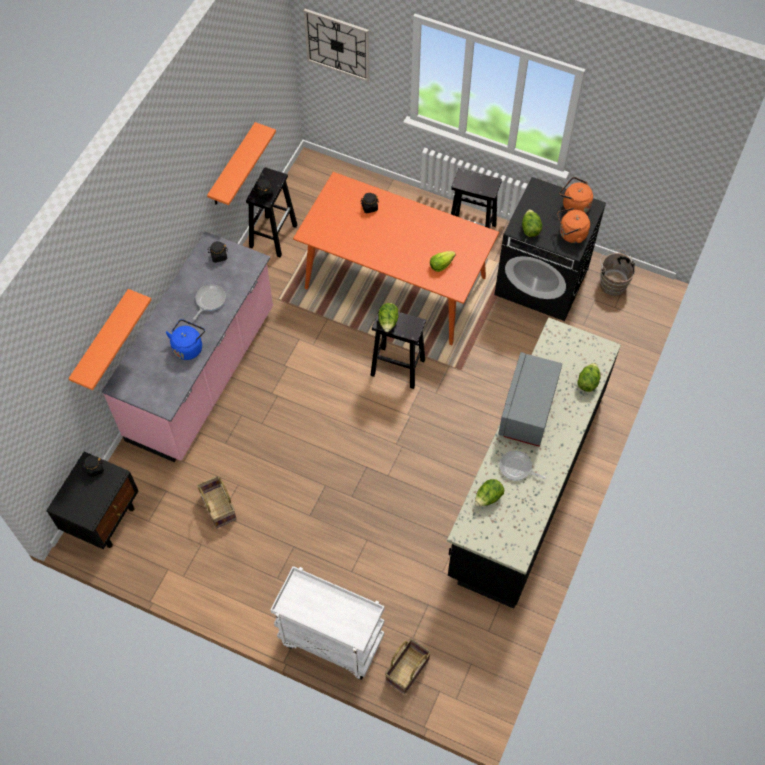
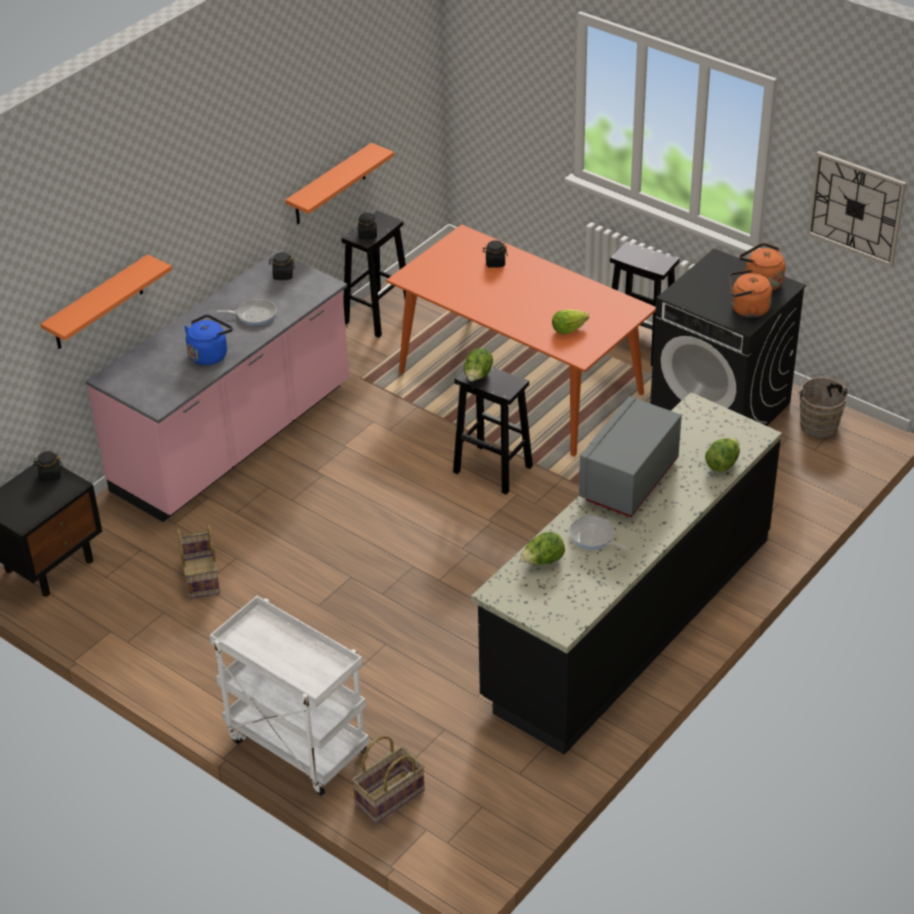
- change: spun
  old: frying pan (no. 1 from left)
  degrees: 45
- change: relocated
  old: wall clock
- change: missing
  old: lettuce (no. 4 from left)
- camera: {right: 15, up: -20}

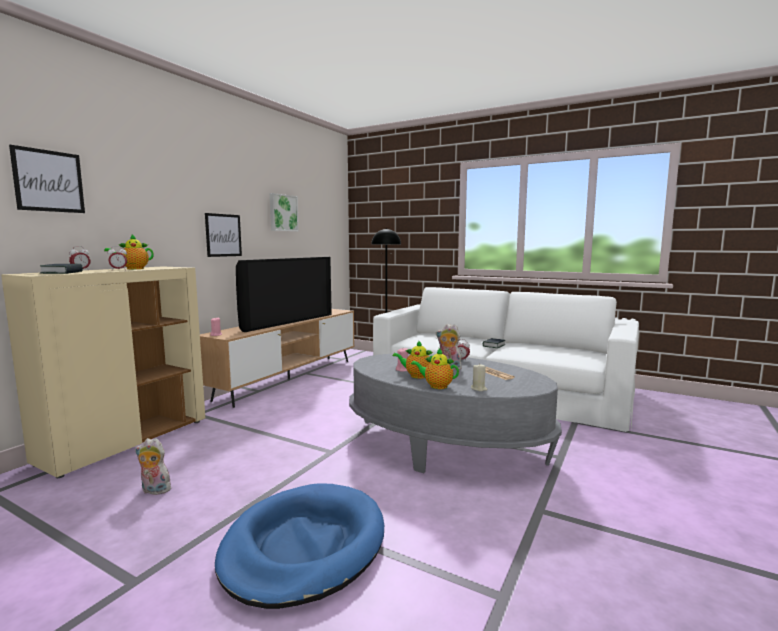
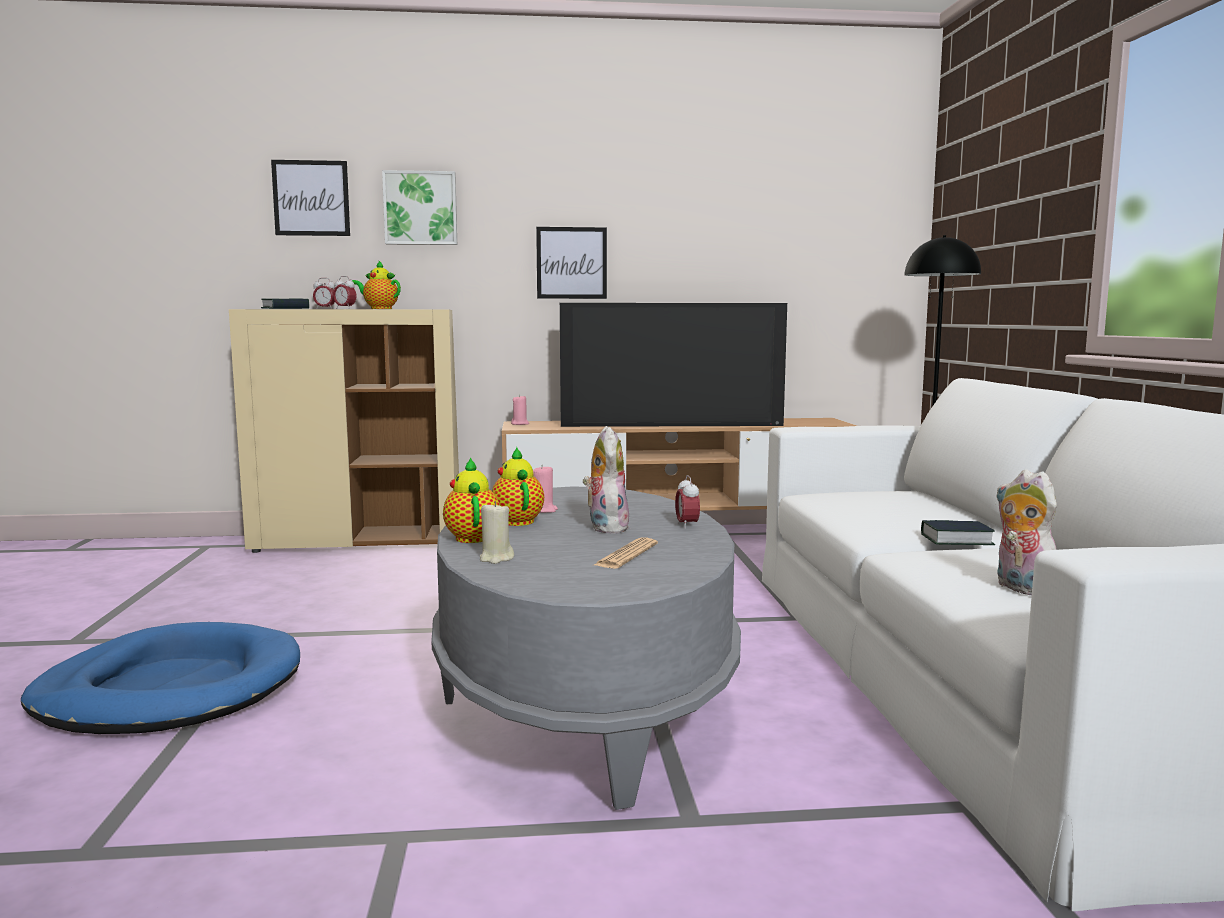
- change: relocated
  old: plush toy (no. 1 from left in the first image)
  new: plush toy (no. 2 from left)
- change: relocated
  old: picture (no. 3 from left in the first image)
  new: picture (no. 2 from left)
- camera: {right: 55, up: 0}

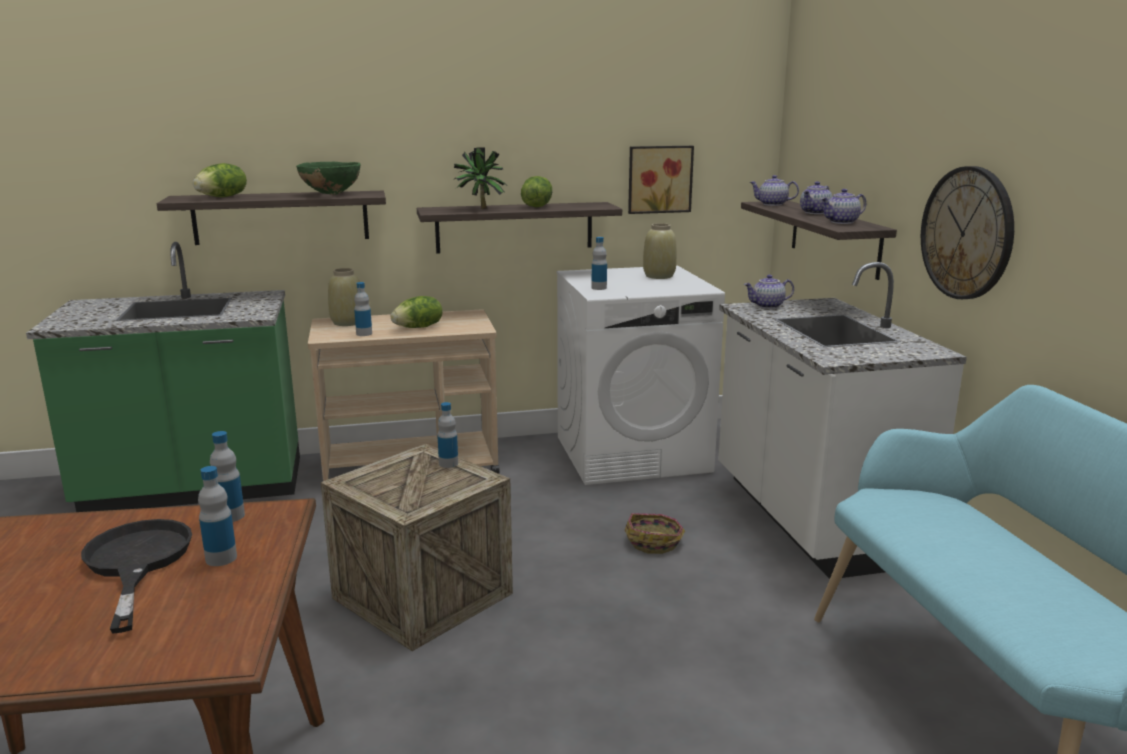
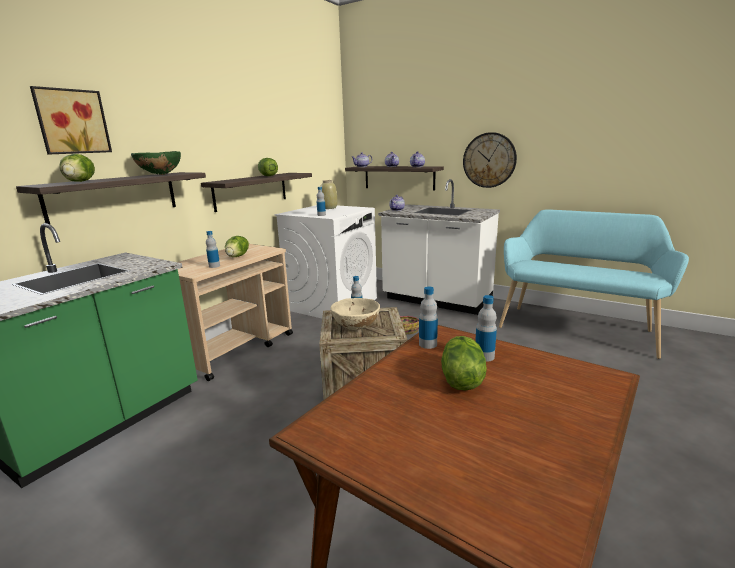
- change: exchanged
  old: black frying pan
  new: lettuce (no. 4 from left)
- change: missing
  old: beige vase (no. 1 from left)
- change: missing
  old: potted plant
- change: relocated
  old: picture
- change: appeared
  new: beige bowl
- camera: {right: -45, up: 0}

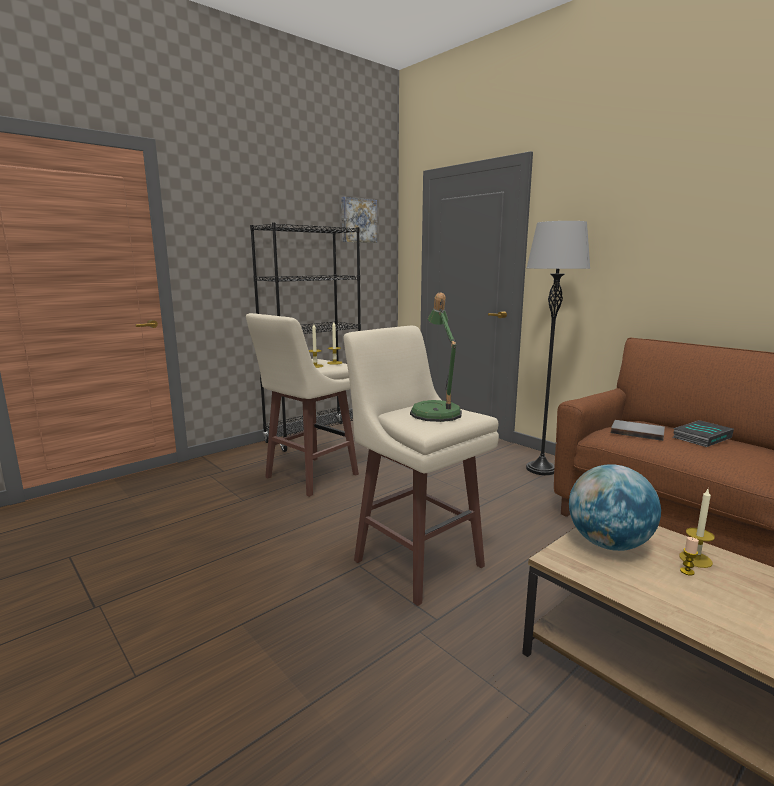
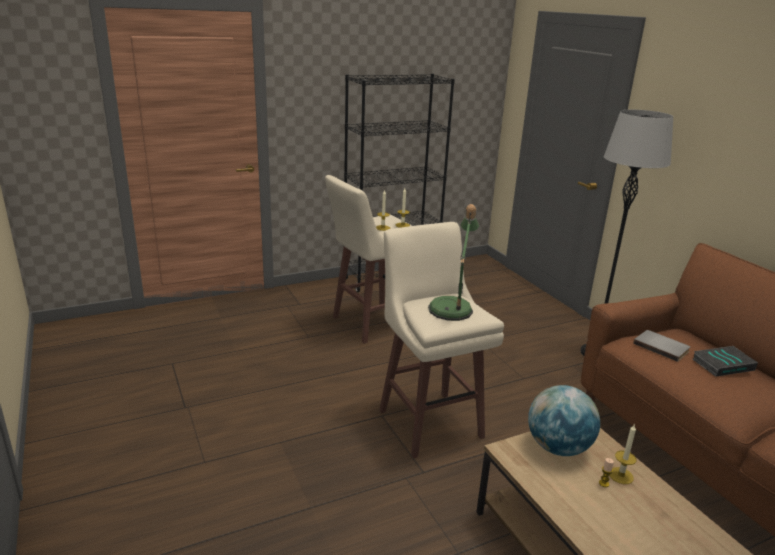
- change: missing
  old: picture
- camera: {right: 15, up: 10}

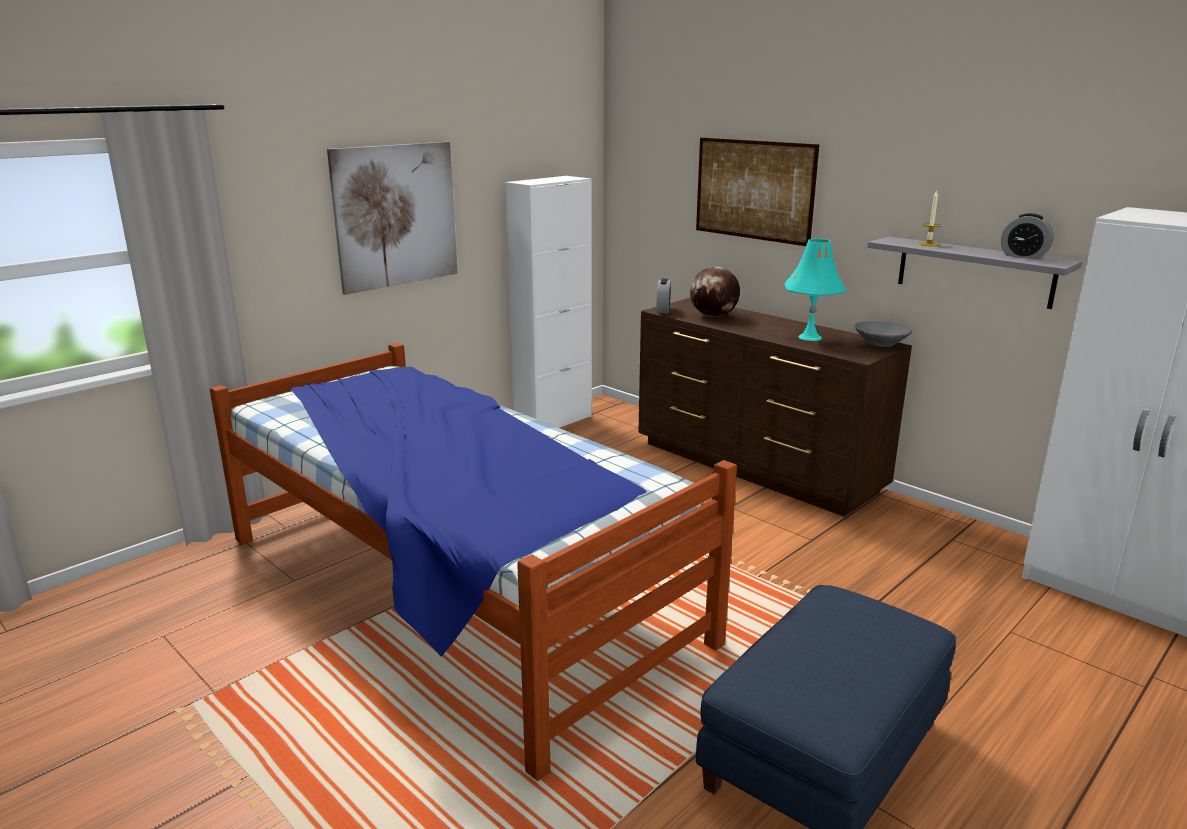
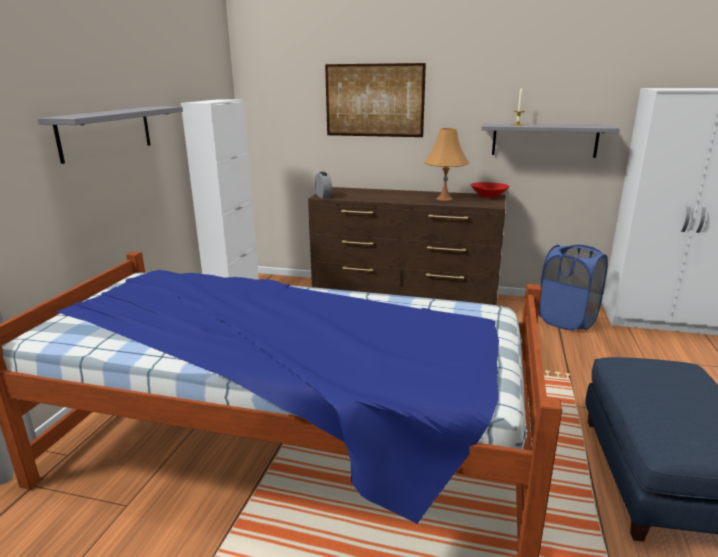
- change: exchanged
  old: picture (no. 1 from left)
  new: grey shelf (no. 1 from left)
- change: missing
  old: globe
- change: colour
  old: turquoise table lamp
  new: orange table lamp
- change: colour
  old: grey bowl
  new: red bowl
- change: missing
  old: alarm clock (no. 2 from left)
- change: appeared
  new: blue laundry basket
- camera: {right: -30, up: 0}

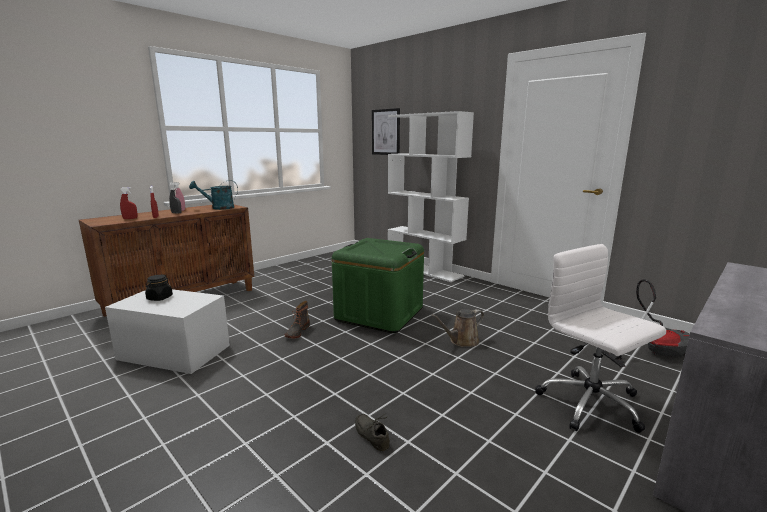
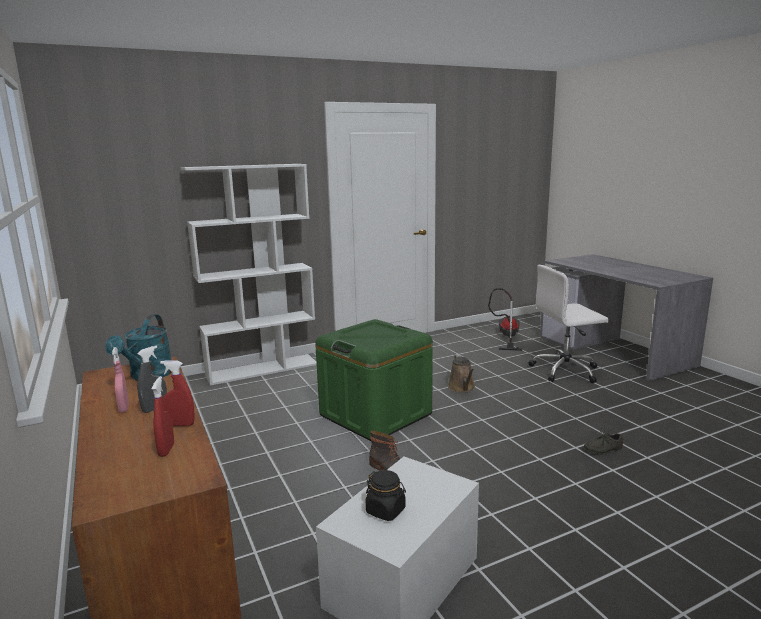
- change: missing
  old: picture
- camera: {right: -70, up: 0}

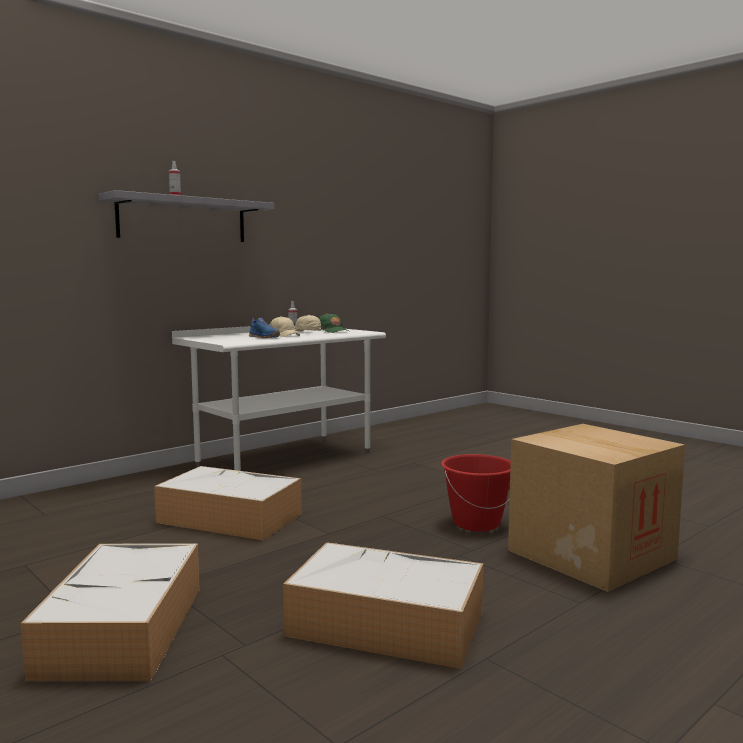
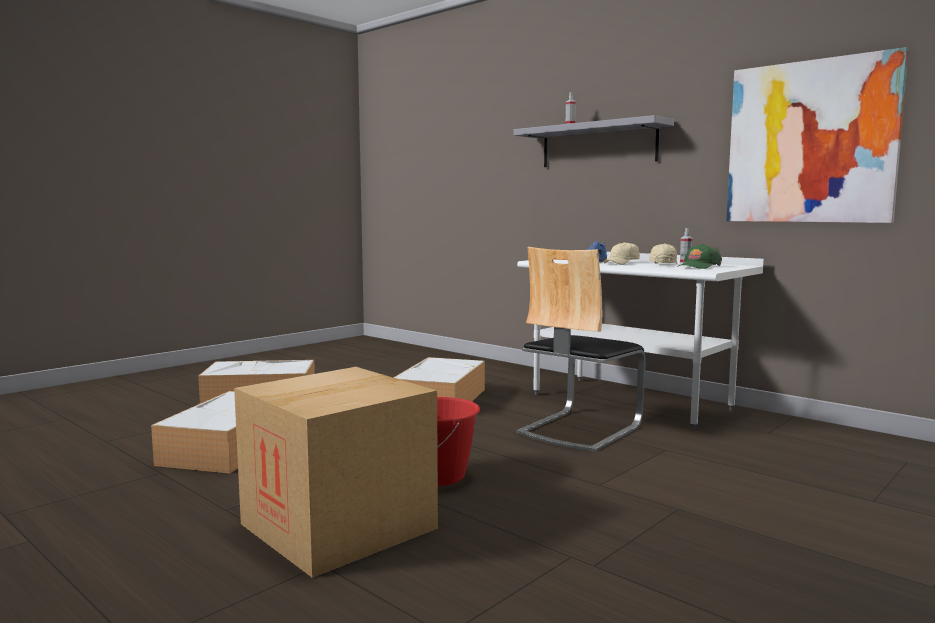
- change: appeared
  new: chair
- change: appeared
  new: picture
- camera: {right: 85, up: 0}

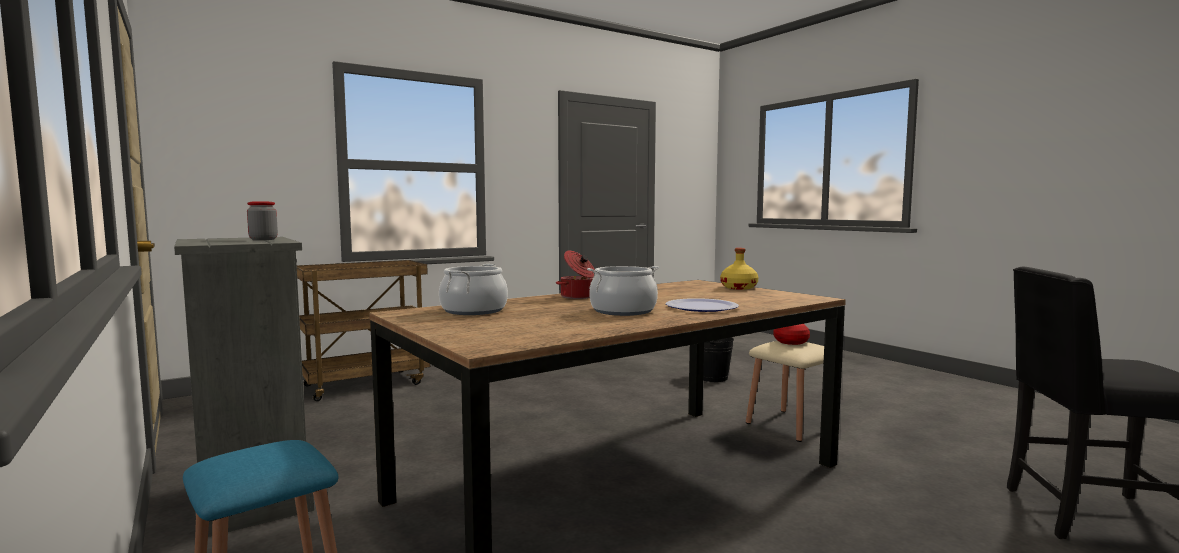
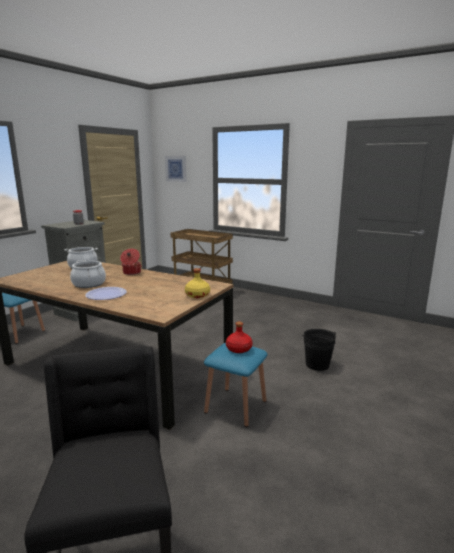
- change: colour
  old: beige stool
  new: blue stool (no. 2 from left)
- change: appeared
  new: picture
- camera: {right: 65, up: 10}

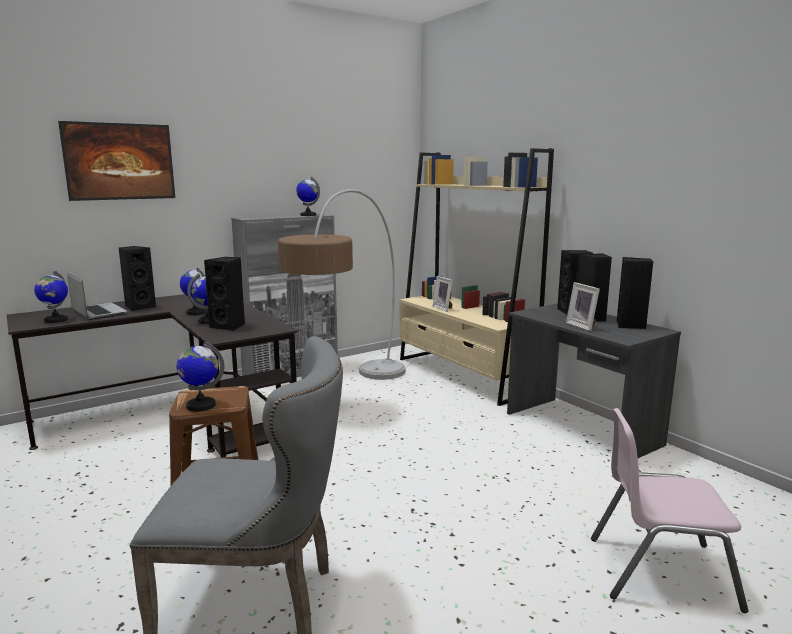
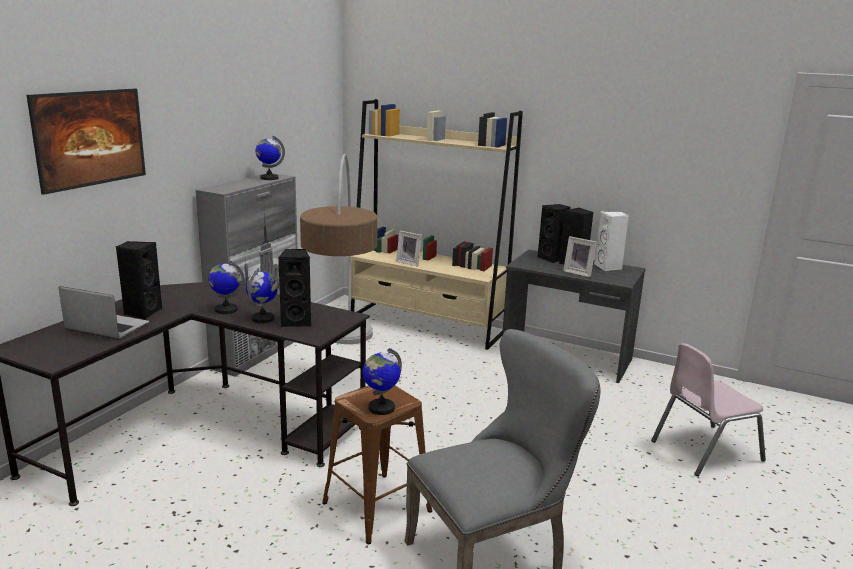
- change: missing
  old: globe (no. 1 from left)
- change: colour
  old: black speaker (no. 5 from left)
  new: white speaker
- camera: {right: -30, up: 5}

